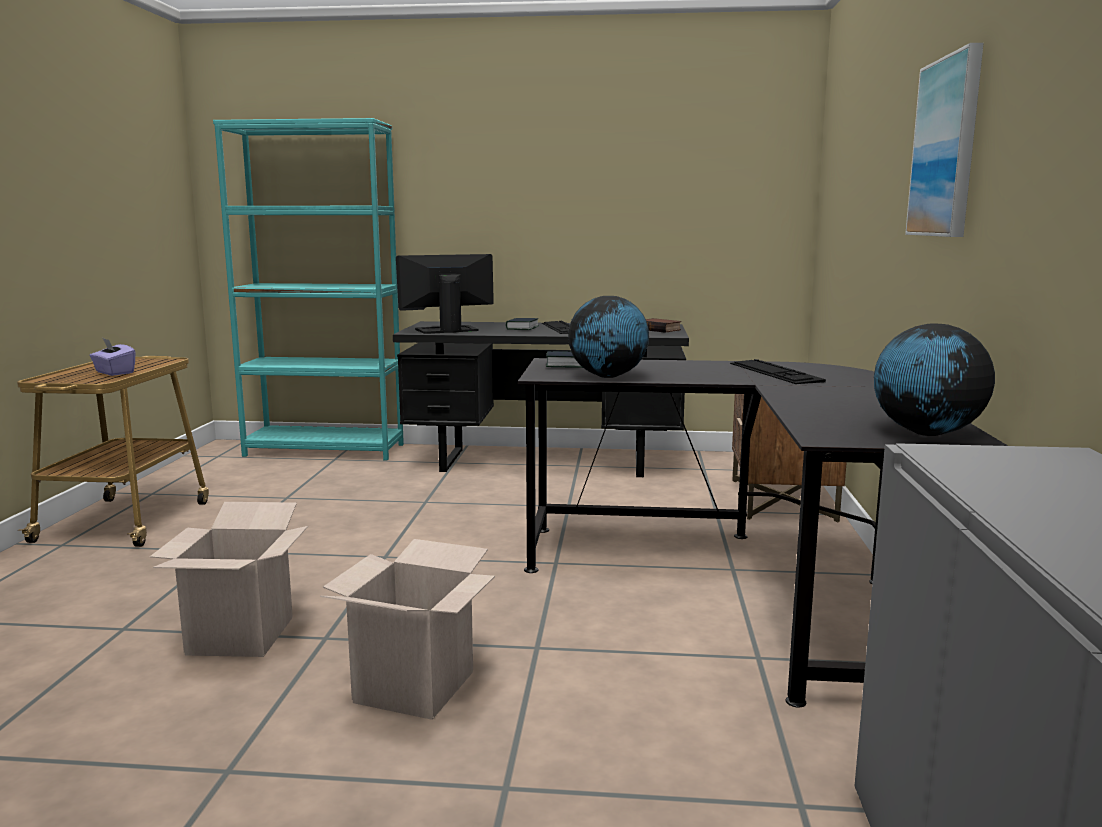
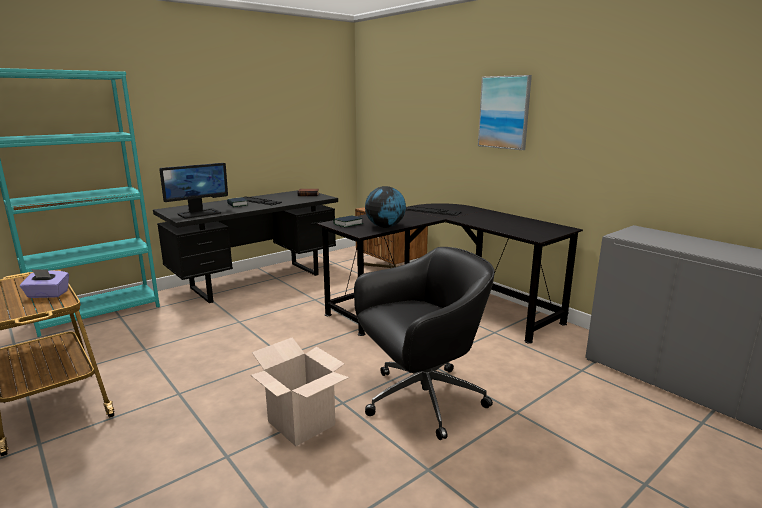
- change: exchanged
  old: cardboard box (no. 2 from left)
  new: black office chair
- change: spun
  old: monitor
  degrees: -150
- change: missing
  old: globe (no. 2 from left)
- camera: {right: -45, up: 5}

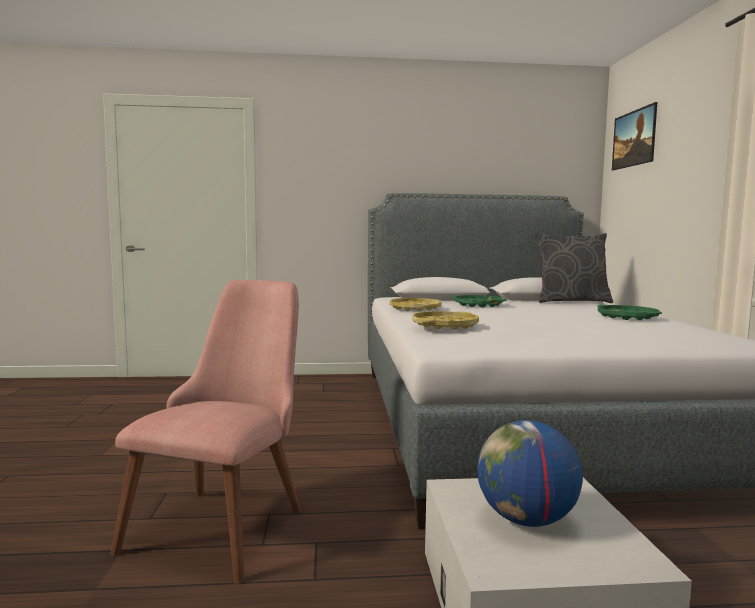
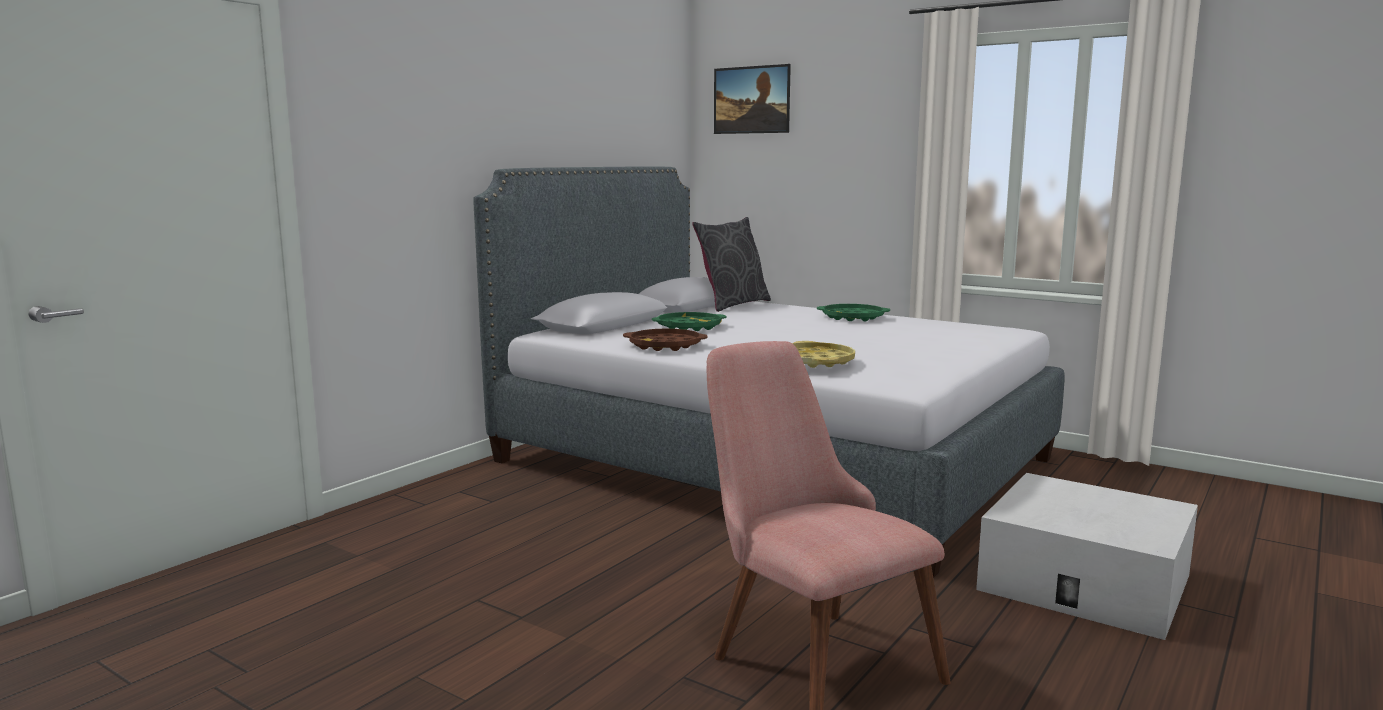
- change: colour
  old: yellow tray (no. 1 from left)
  new: brown tray
- change: missing
  old: globe
- camera: {right: -50, up: 5}

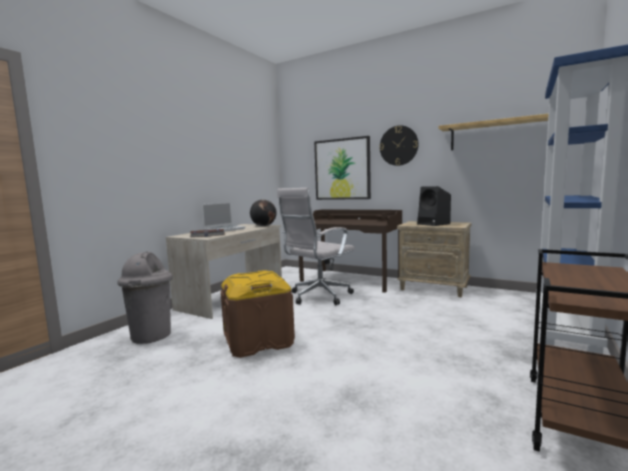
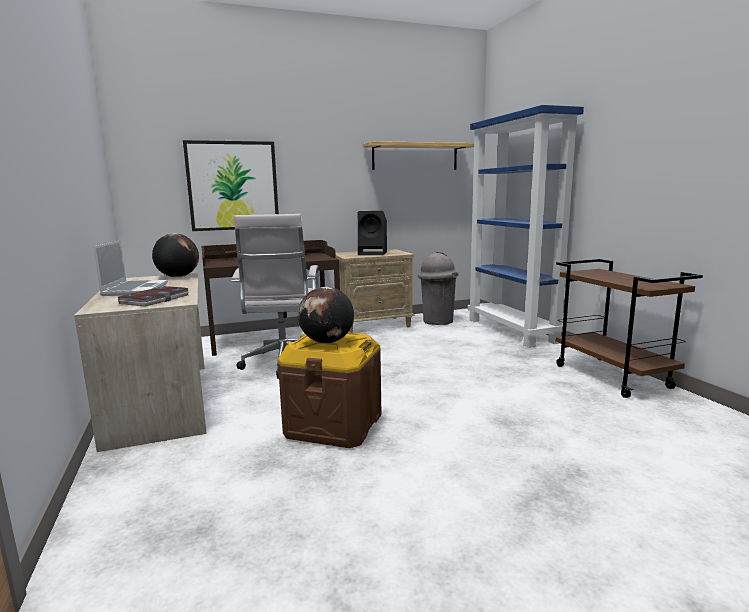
- change: relocated
  old: grey trash can
- change: missing
  old: wall clock
- change: appeared
  new: globe (no. 2 from left)
- camera: {right: -50, up: 5}

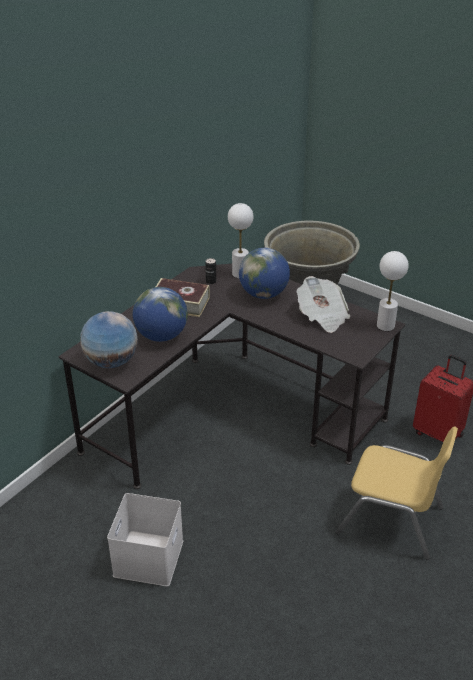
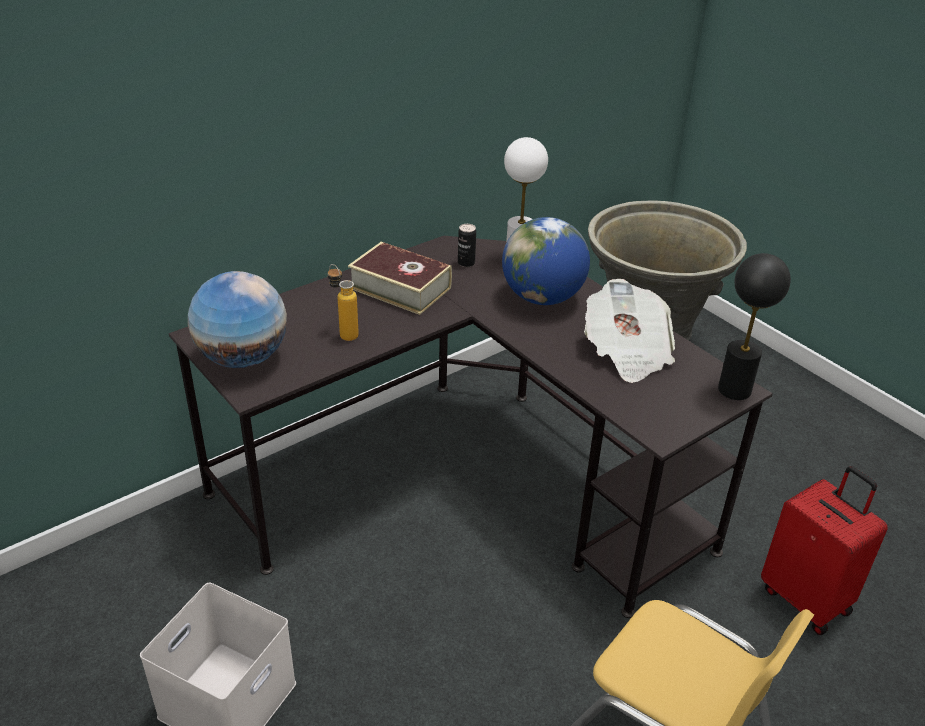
- change: exchanged
  old: globe (no. 2 from left)
  new: bottle
- change: colour
  old: white table lamp (no. 2 from left)
  new: black table lamp
- camera: {right: 15, up: 0}

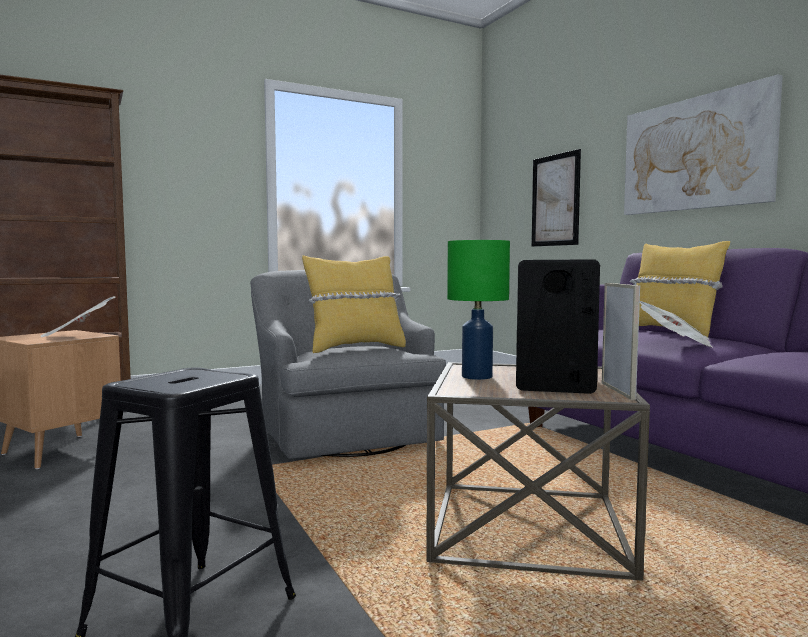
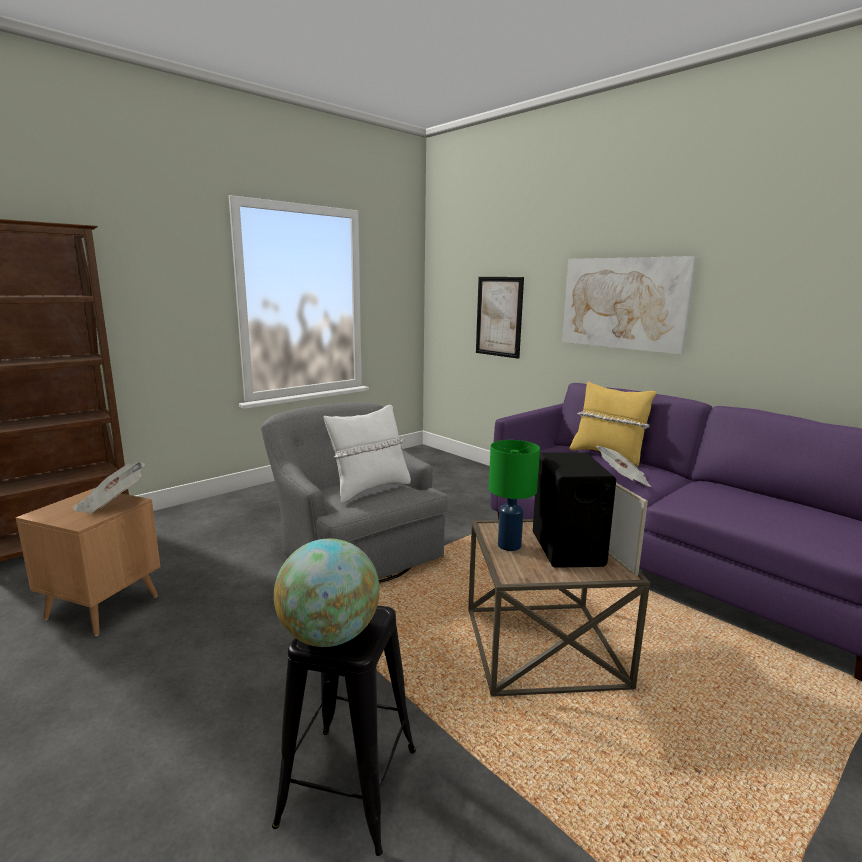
- change: colour
  old: yellow pillow (no. 1 from left)
  new: white pillow
- change: appeared
  new: globe
- camera: {right: -15, up: 10}

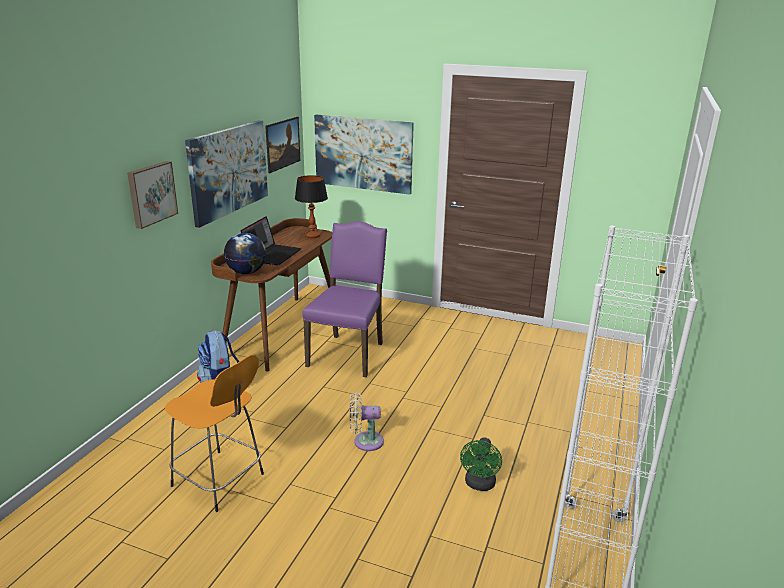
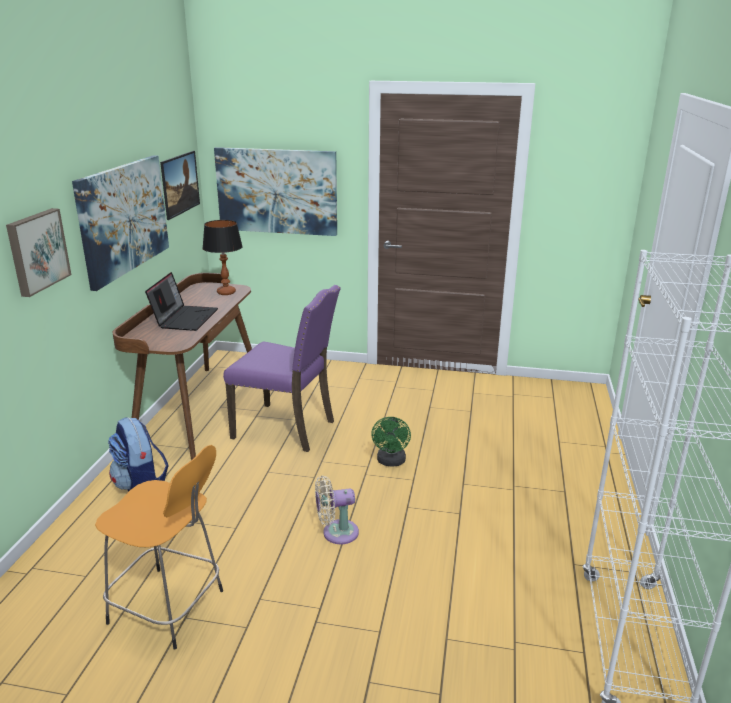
- change: missing
  old: globe
- change: spun
  old: purple chair
  degrees: 105
- change: relocated
  old: green fan
- camera: {right: -10, up: 0}

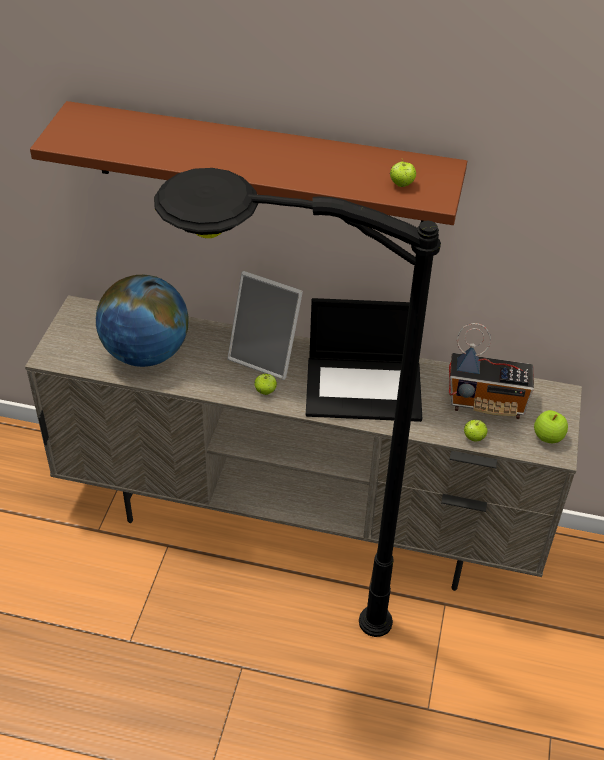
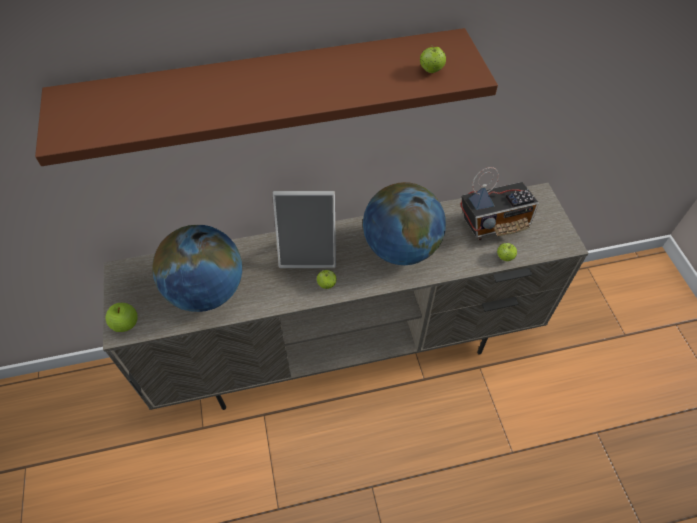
- change: missing
  old: black floor lamp
- change: exchanged
  old: laptop
  new: globe (no. 2 from left)
- change: relocated
  old: apple (no. 4 from left in the first image)
  new: apple (no. 1 from left)
- camera: {right: -25, up: 10}

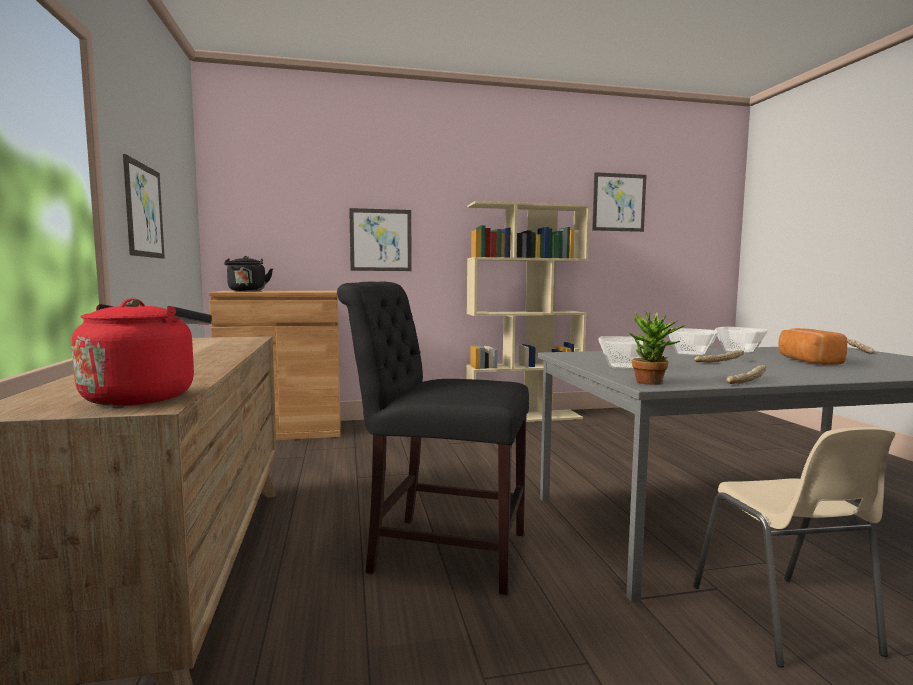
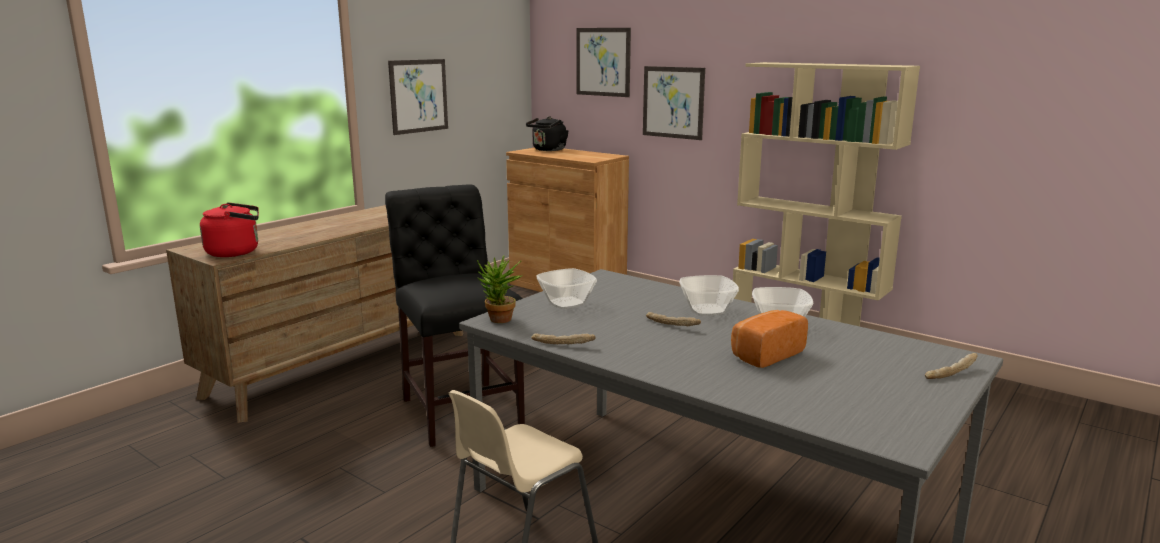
- change: relocated
  old: picture (no. 3 from left in the first image)
  new: picture (no. 2 from left)
- camera: {right: 50, up: 10}

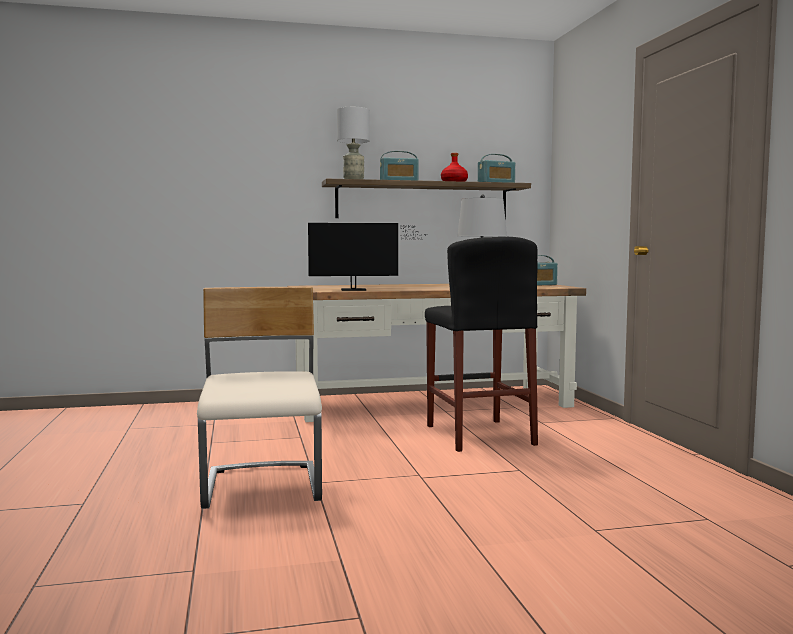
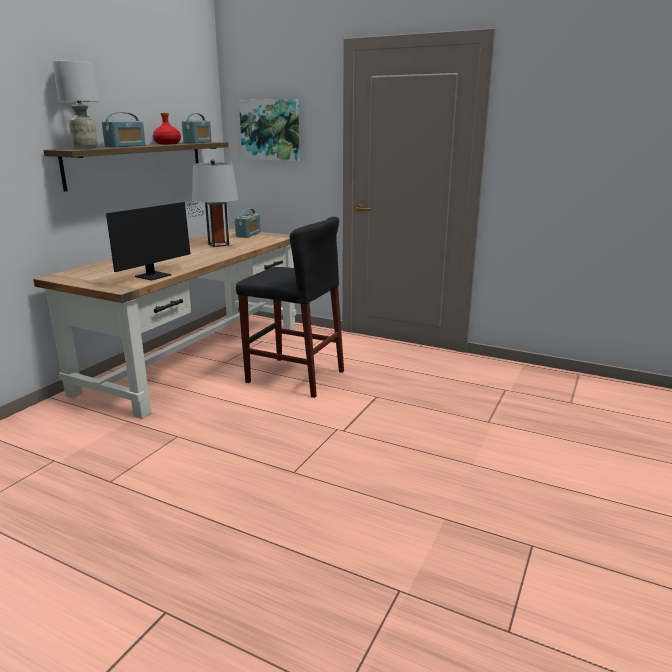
- change: missing
  old: beige chair
- change: appeared
  new: picture
- camera: {right: -50, up: 15}

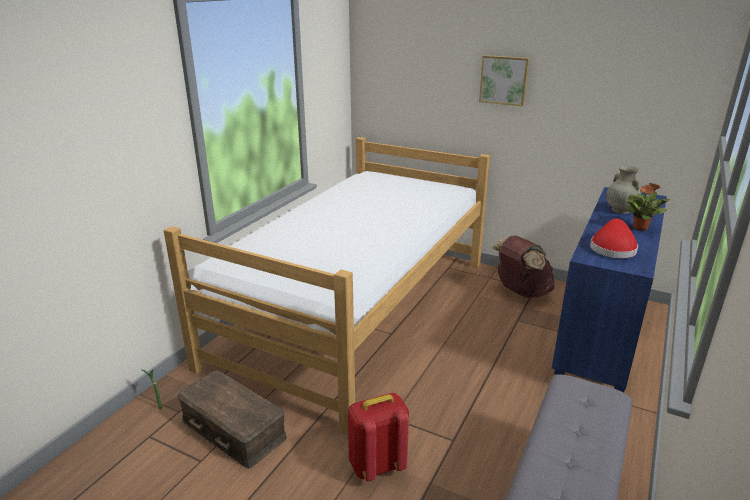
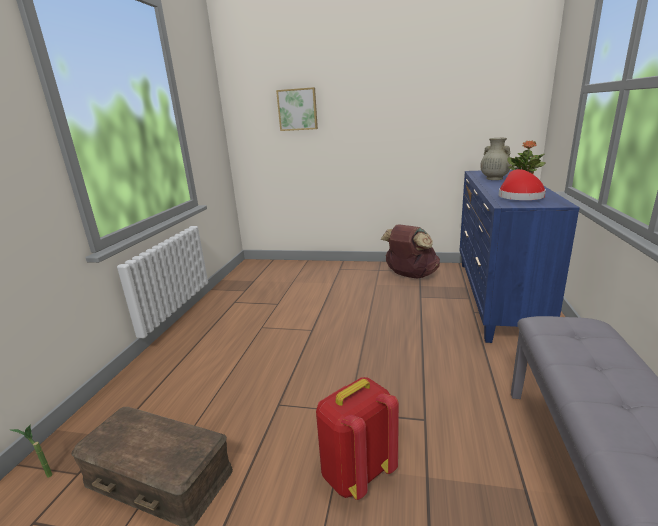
- change: missing
  old: bed
- change: relocated
  old: picture
- camera: {right: -15, up: -5}

